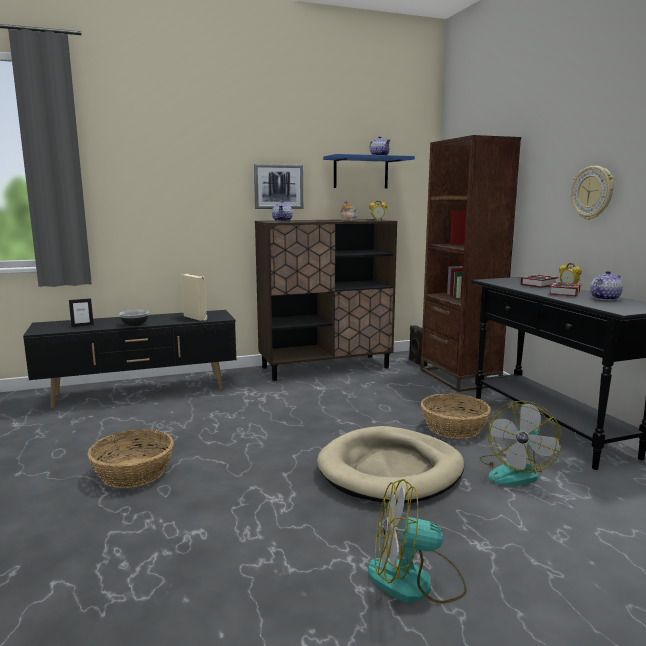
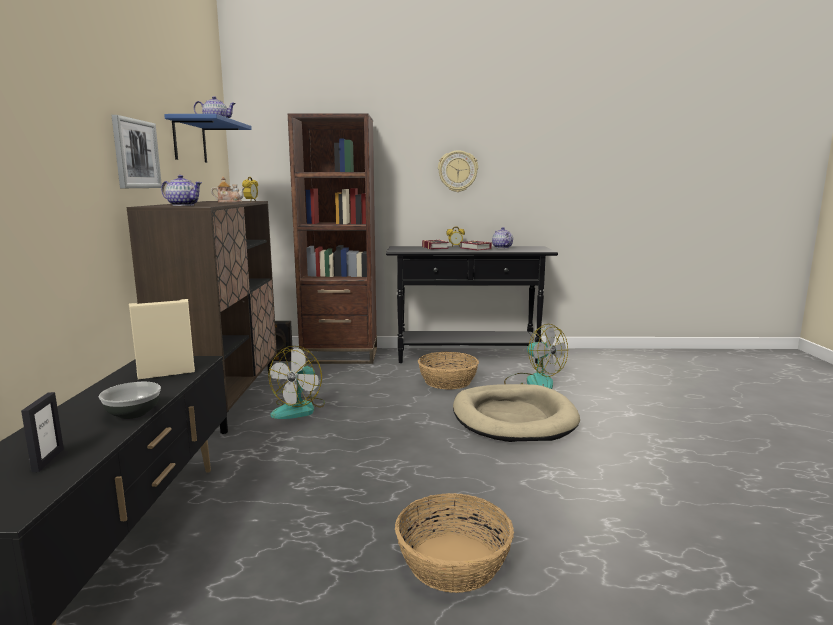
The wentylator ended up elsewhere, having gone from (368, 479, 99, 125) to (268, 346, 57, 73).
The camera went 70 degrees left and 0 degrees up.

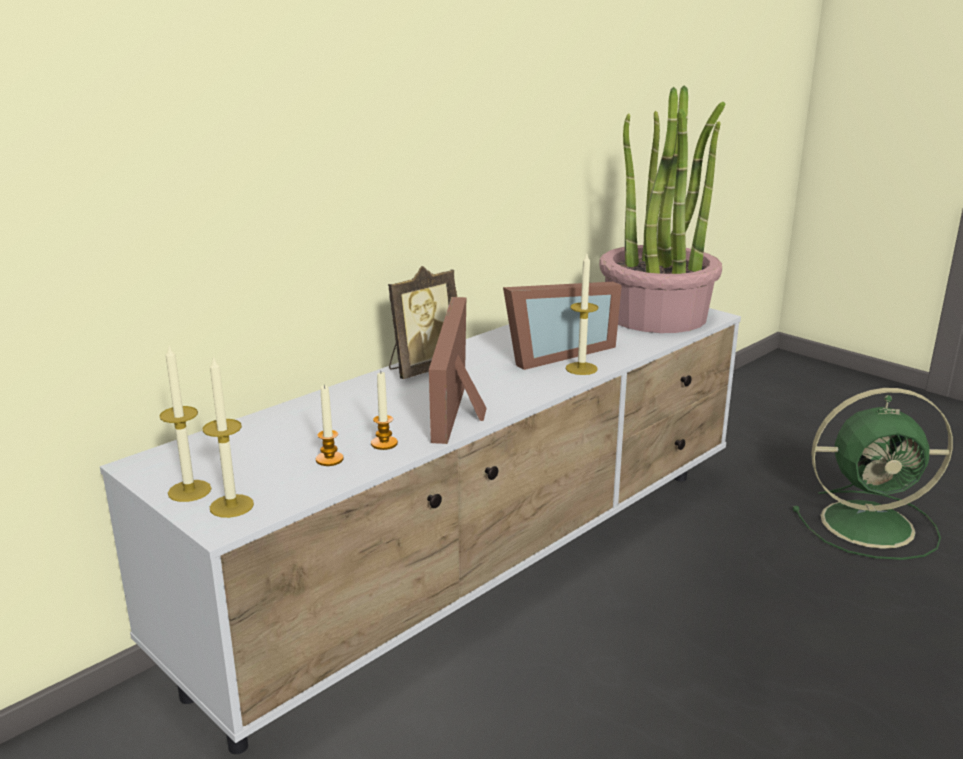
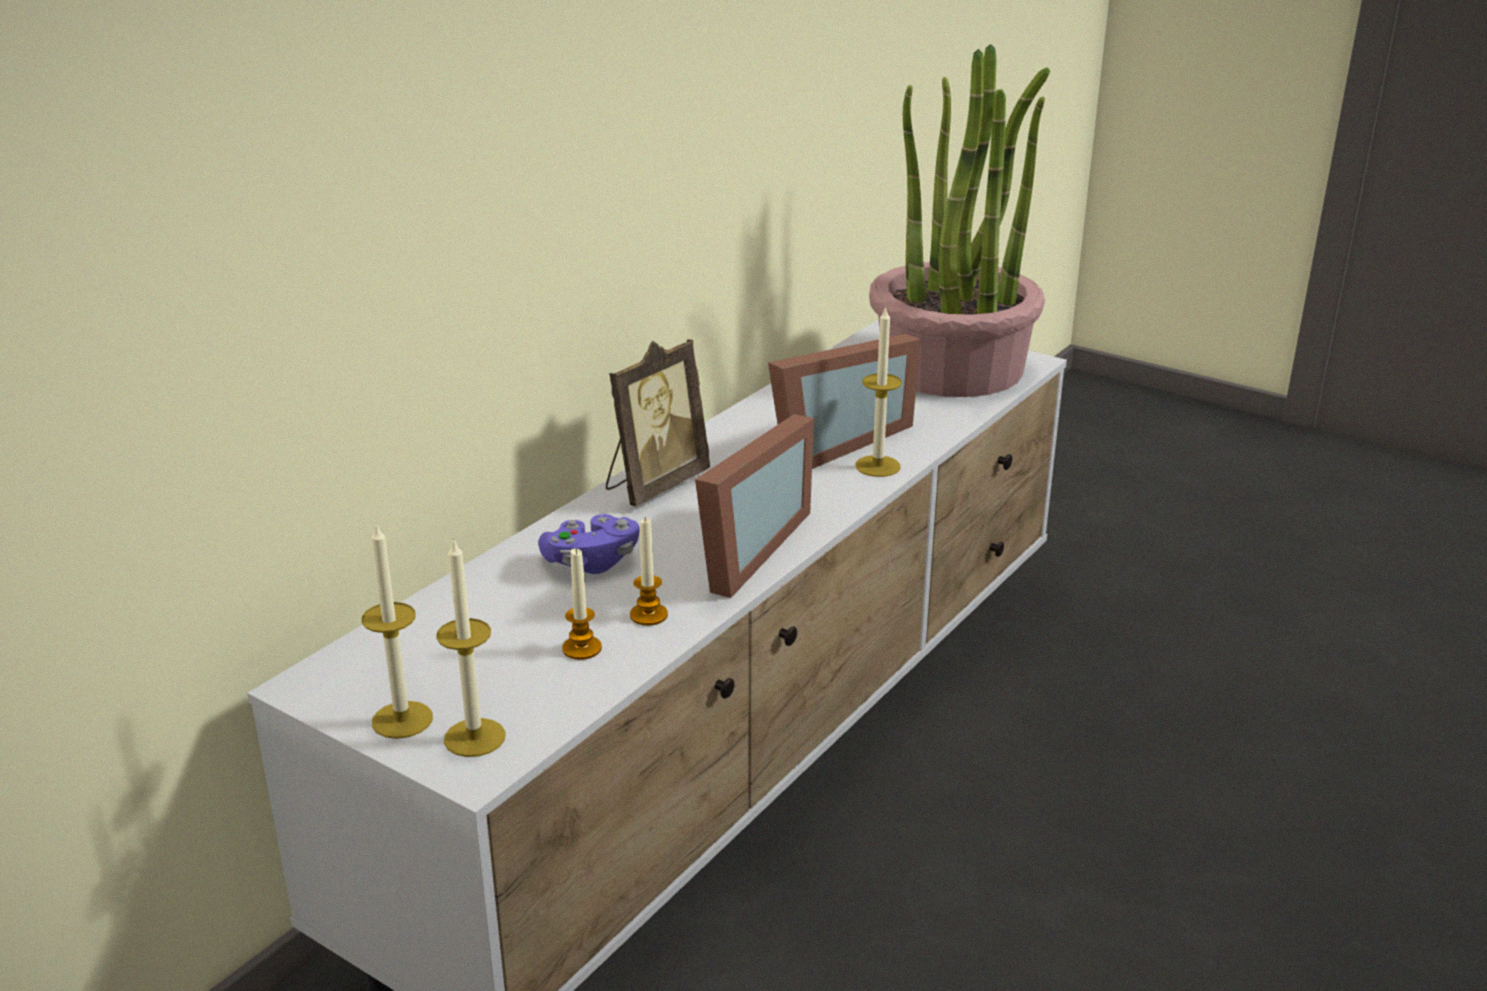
The second view gained the pad do gier/fioletowy at (538, 514, 101, 60).
The ramka na zdjęcie at (429, 297, 58, 147) ended up facing another way, 150 degrees counterclockwise from before.
The second view lost the wentylator/zielony at (793, 388, 160, 172).
The camera went 10 degrees left and 5 degrees up.

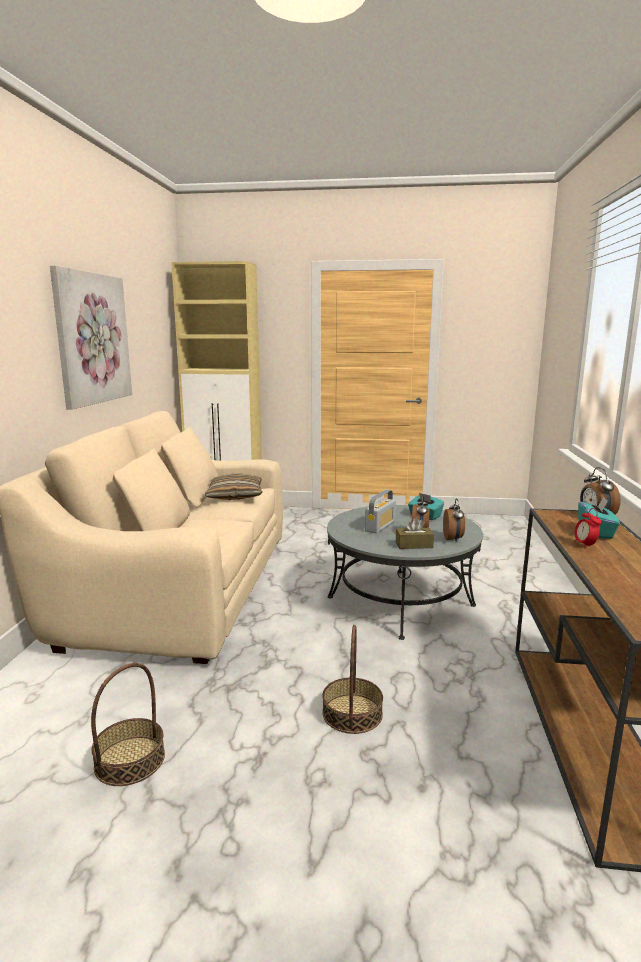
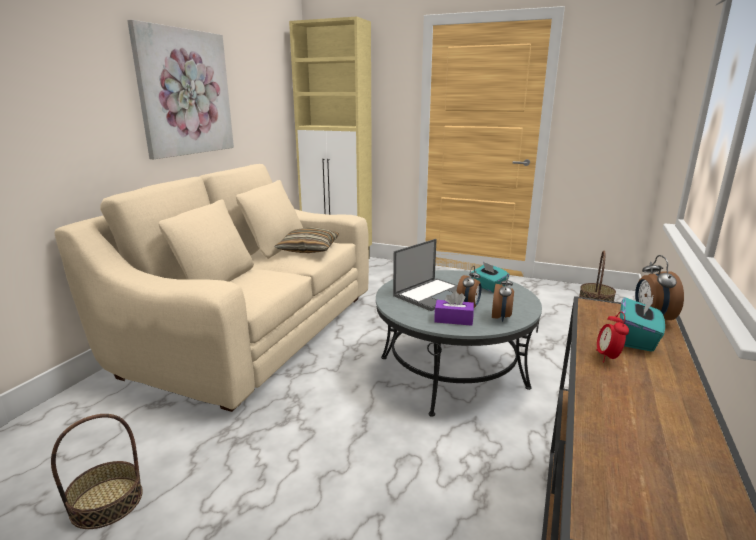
Where the radio stood at (365, 490, 31, 44), the laptop came to stand at (393, 239, 65, 72).
What was the pudełko chusteczek/brązowy at (396, 518, 38, 31) turned into the pudełko chusteczek/fioletowy at (434, 291, 40, 35).
The koszyk ended up elsewhere, having gone from (322, 625, 61, 109) to (579, 250, 37, 52).
The camera went 15 degrees right and 5 degrees up.

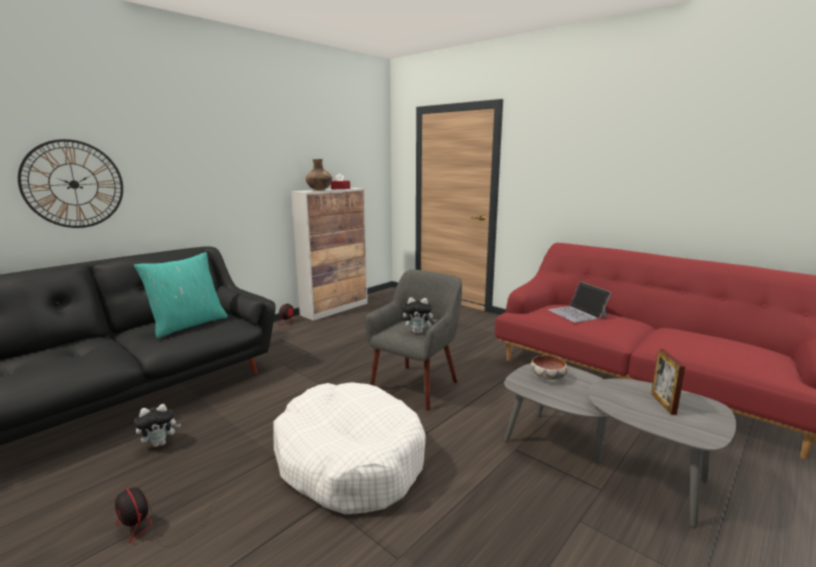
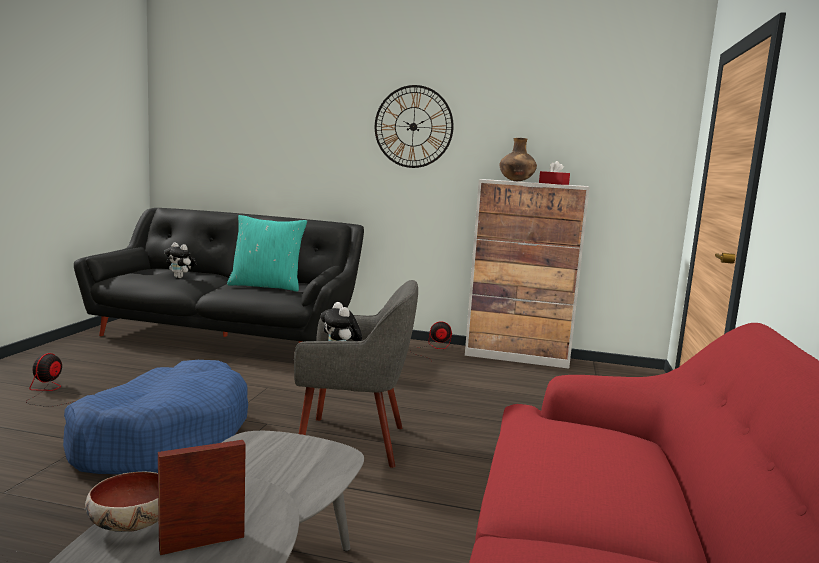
What was the legowisko/biały at (273, 382, 153, 133) turned into the legowisko/niebieski at (63, 360, 185, 114).
The miska ended up elsewhere, having gone from (531, 355, 37, 25) to (85, 472, 74, 60).
The pluszak ended up elsewhere, having gone from (135, 404, 46, 43) to (164, 242, 32, 36).
The zegar ścienny ended up elsewhere, having gone from (18, 139, 105, 89) to (375, 85, 79, 83).
The second view lost the laptop at (548, 281, 64, 42).
The camera went 60 degrees right and 5 degrees down.

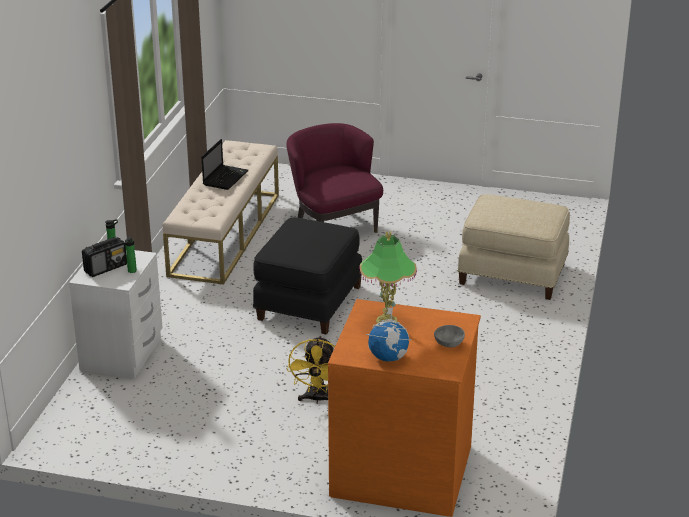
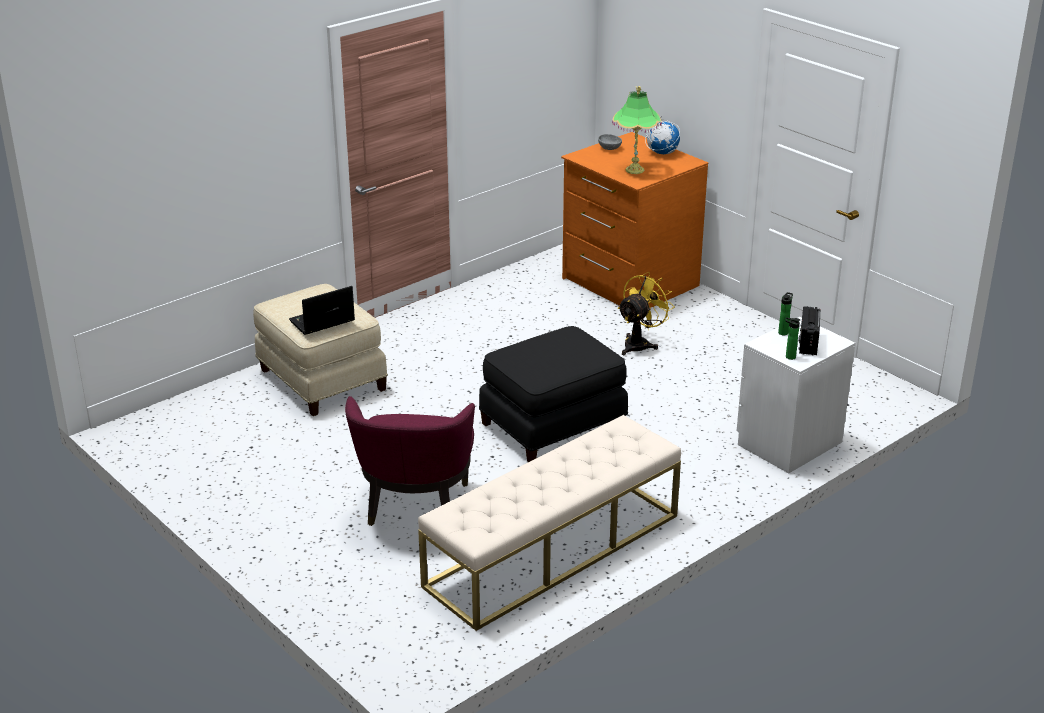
The laptop ended up elsewhere, having gone from (201, 139, 47, 51) to (289, 286, 66, 49).
The radio at (82, 237, 45, 40) ended up facing another way, 75 degrees counterclockwise from before.
The camera went 145 degrees left and 0 degrees up.

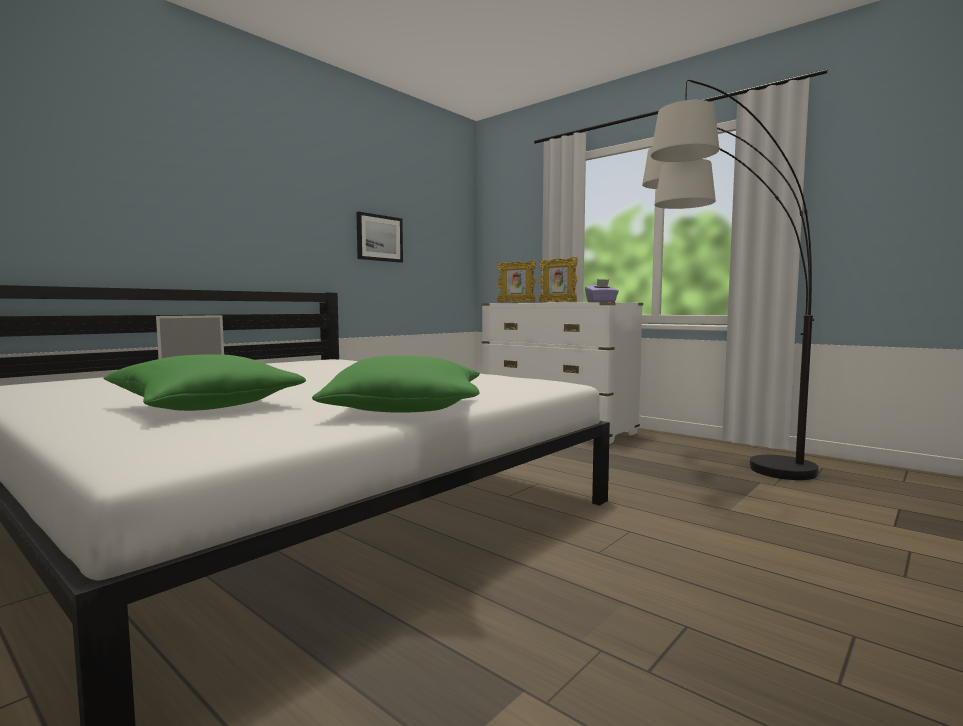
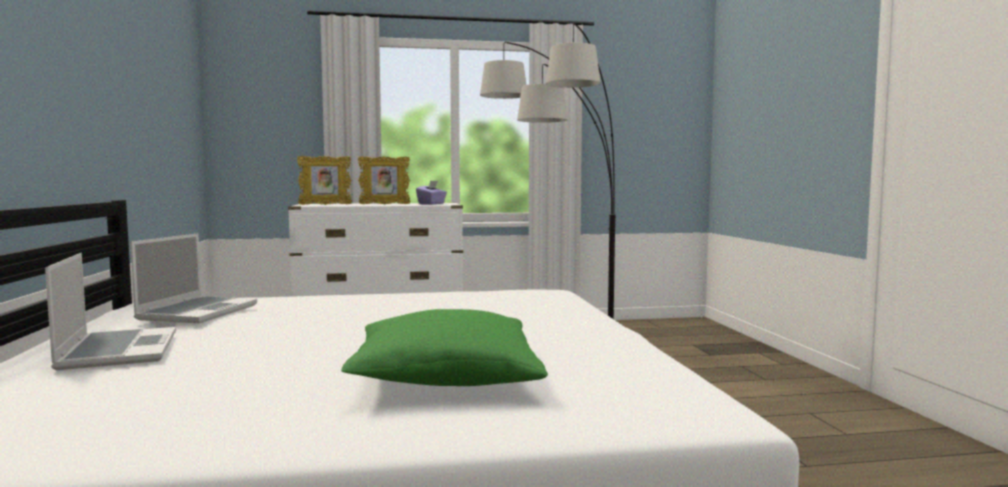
The second view gained the laptop at (130, 234, 127, 89).
The second view lost the poduszka/zielony at (312, 355, 168, 58).
The second view lost the obraz at (356, 212, 47, 51).
The camera went 50 degrees left and 0 degrees up.

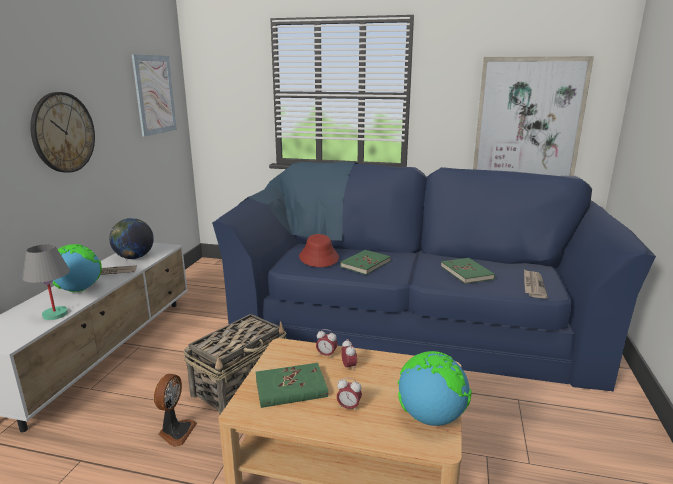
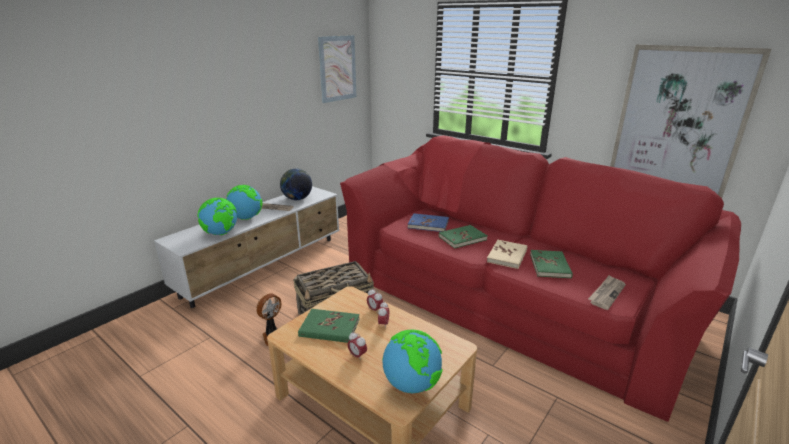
Where the lampa stołowa/szary stood at (22, 244, 48, 76), the globus came to stand at (198, 198, 39, 37).
What was the kanapa/niebieski at (212, 162, 444, 229) turned into the kanapa/czerwony at (340, 135, 401, 287).
Where the kapelusz/czerwony stood at (299, 234, 40, 33), the książka/niebieski came to stand at (408, 213, 41, 19).
The second view gained the książka/beżowy at (487, 240, 40, 29).
The second view lost the zegar ścienny at (30, 92, 65, 81).
The camera went 25 degrees right and 5 degrees up.

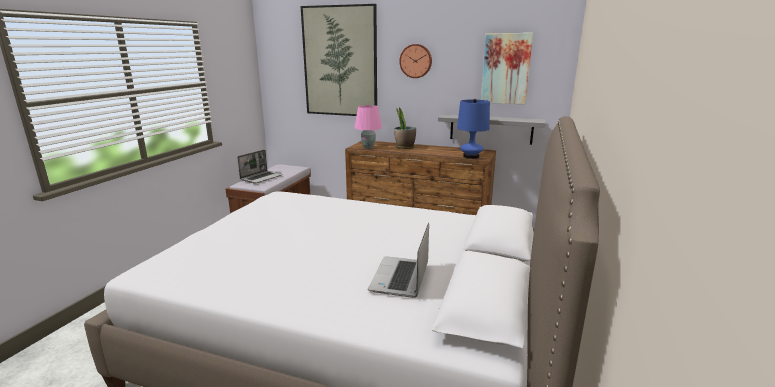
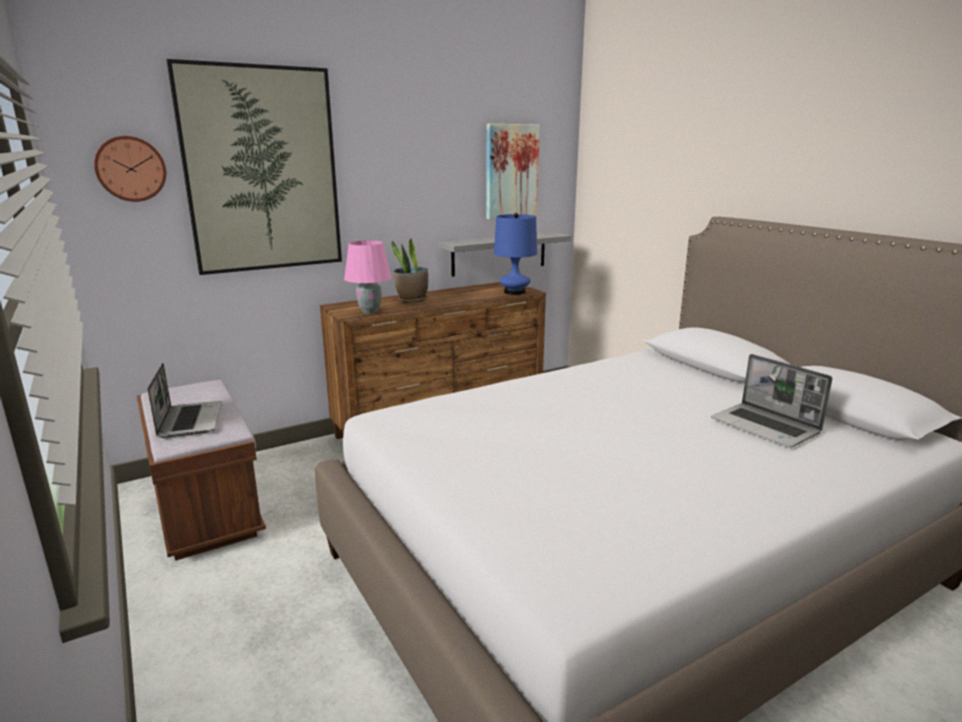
The zegar ścienny ended up elsewhere, having gone from (399, 44, 33, 34) to (94, 136, 72, 66).
The camera went 50 degrees left and 0 degrees up.

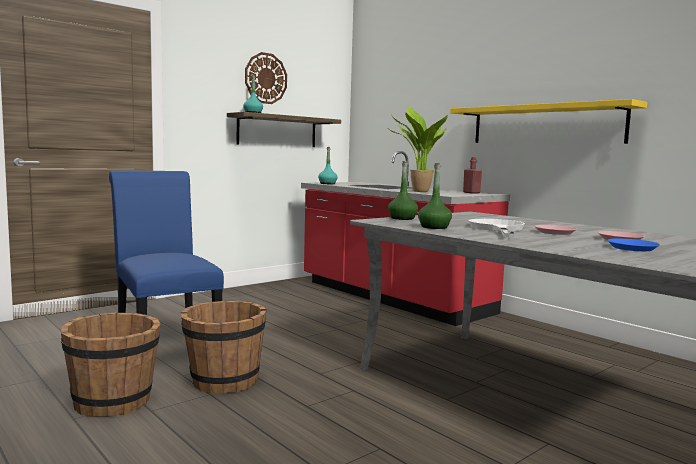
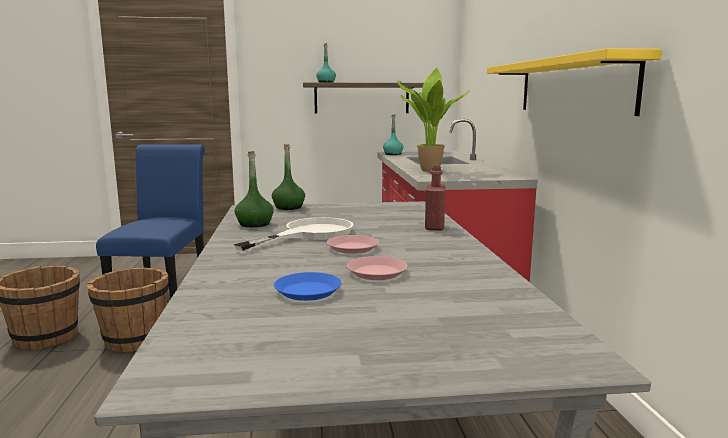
The butelka/czerwony ended up elsewhere, having gone from (463, 157, 19, 37) to (425, 165, 21, 65).
The second view lost the zegar ścienny at (245, 52, 42, 52).
The camera went 35 degrees right and 5 degrees up.

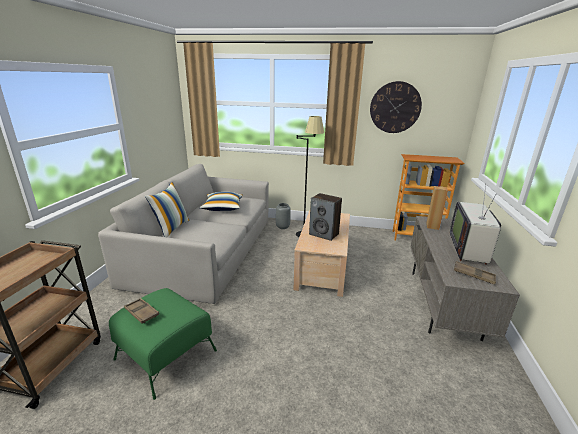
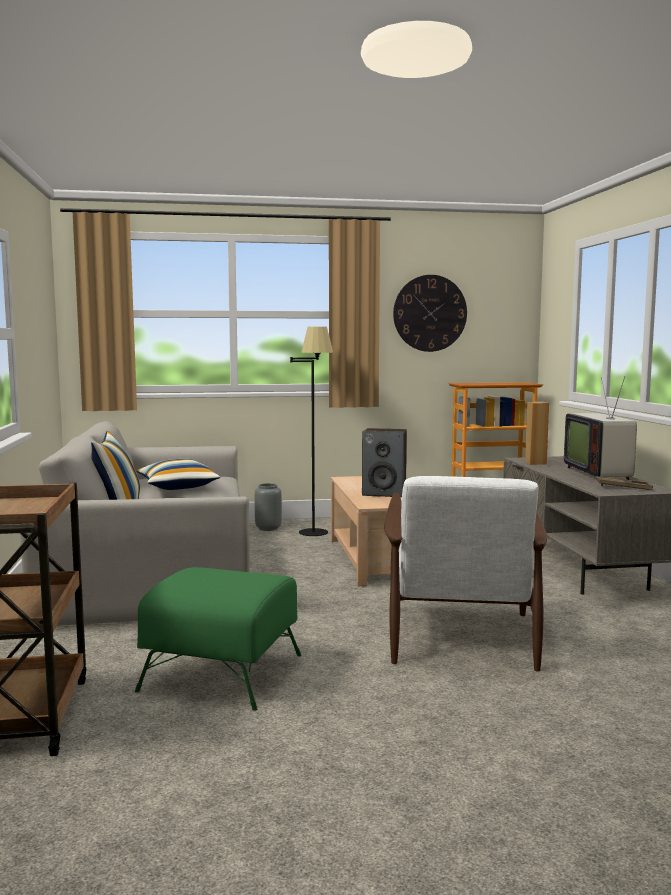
The second view gained the fotel/biały at (384, 476, 163, 196).
The second view lost the taca/brązowy at (124, 298, 35, 26).
The camera went 20 degrees left and 15 degrees down.

